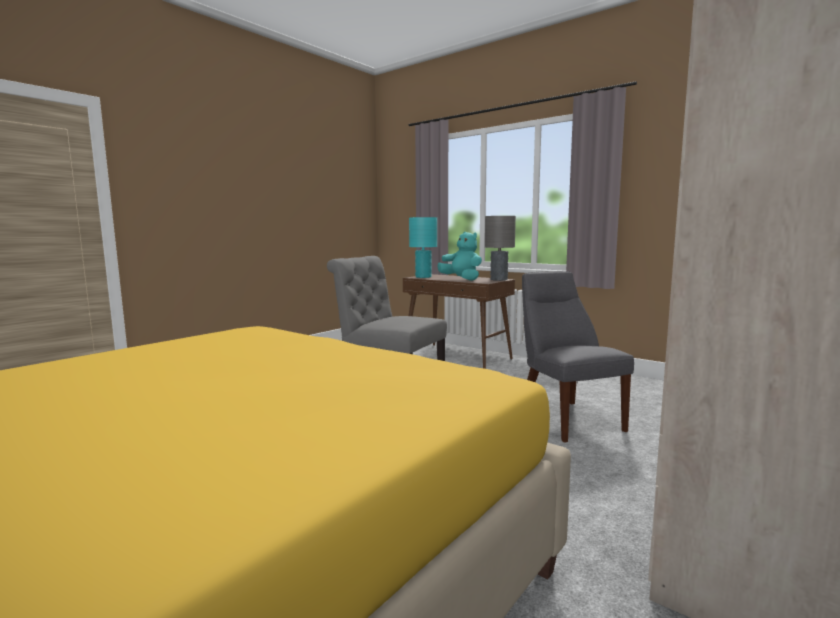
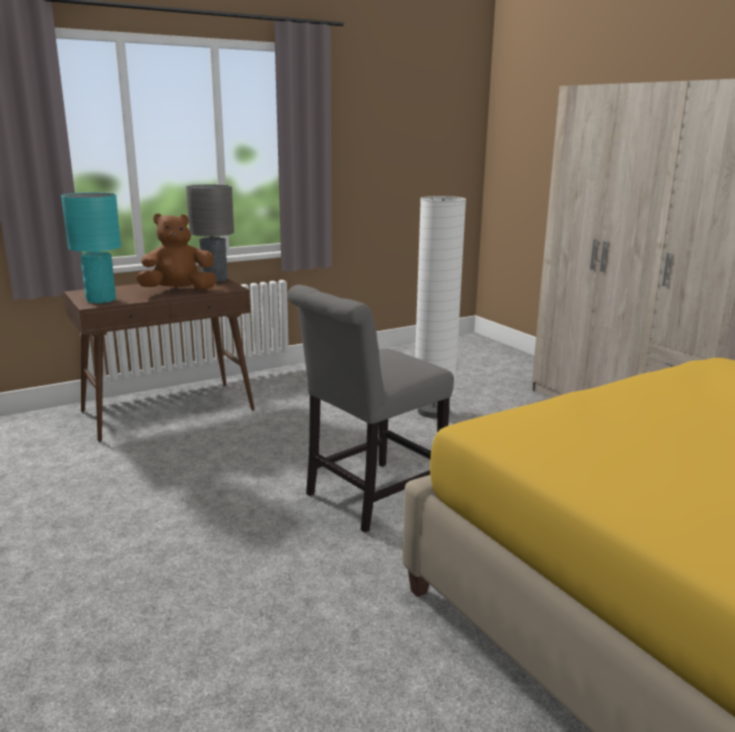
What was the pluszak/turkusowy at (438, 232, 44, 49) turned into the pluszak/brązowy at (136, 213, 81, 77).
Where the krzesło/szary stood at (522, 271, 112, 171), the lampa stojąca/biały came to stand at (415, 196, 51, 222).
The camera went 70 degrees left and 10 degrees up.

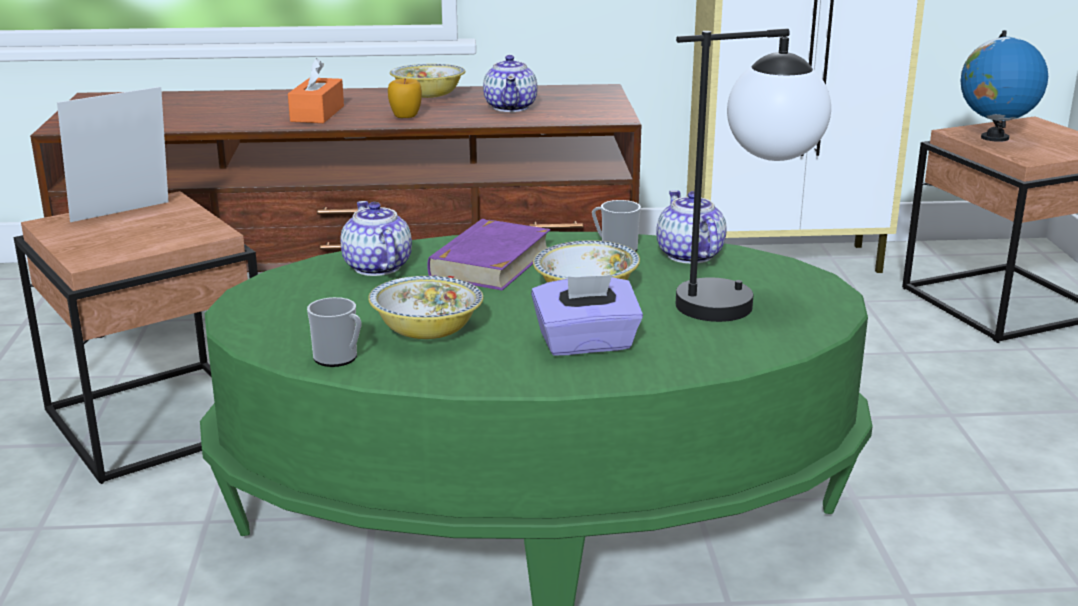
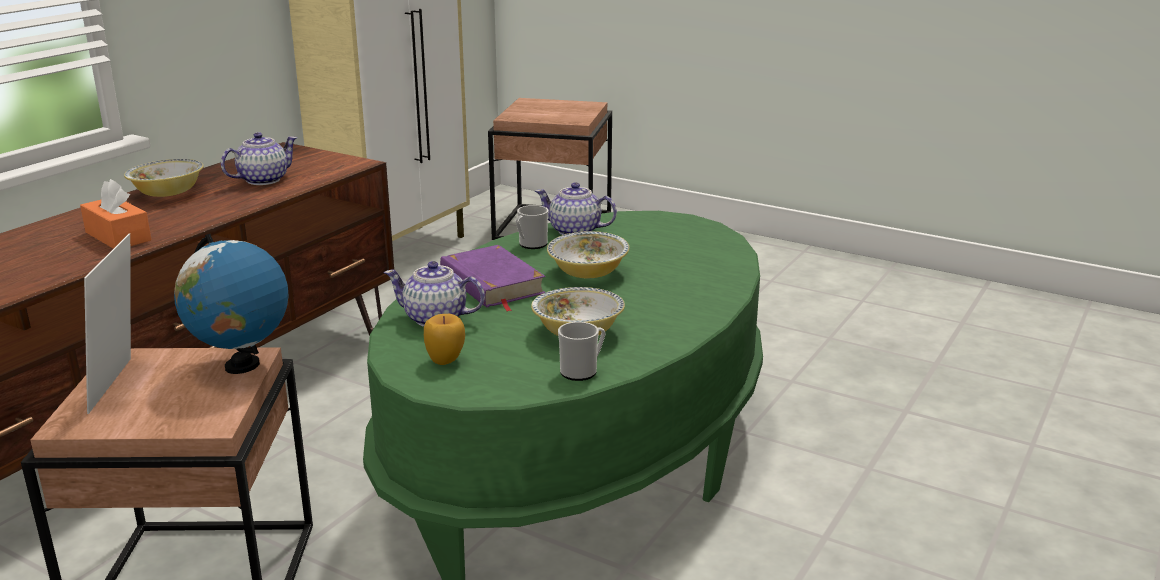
The globus ended up elsewhere, having gone from (961, 30, 87, 112) to (174, 234, 115, 140).
The imbryk at (483, 55, 55, 57) ended up facing another way, 75 degrees counterclockwise from before.
The jabłko ended up elsewhere, having gone from (388, 79, 34, 39) to (424, 314, 41, 51).
The second view lost the pudełko chusteczek/fioletowy at (531, 275, 112, 81).
The second view lost the lampa stołowa at (676, 28, 155, 294).
The camera went 55 degrees left and 0 degrees up.

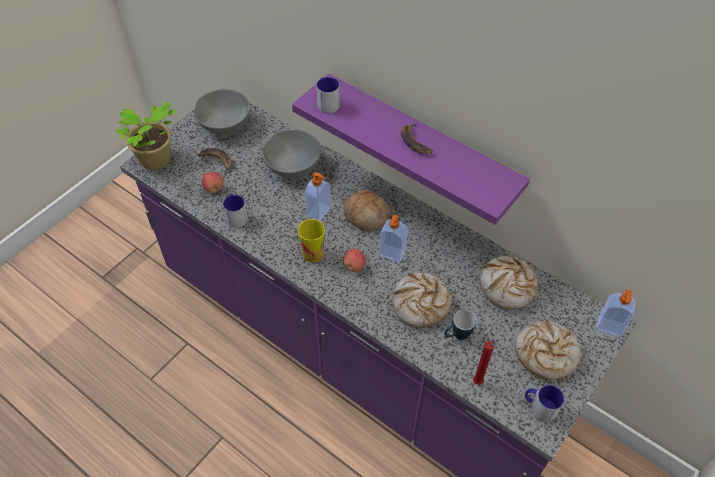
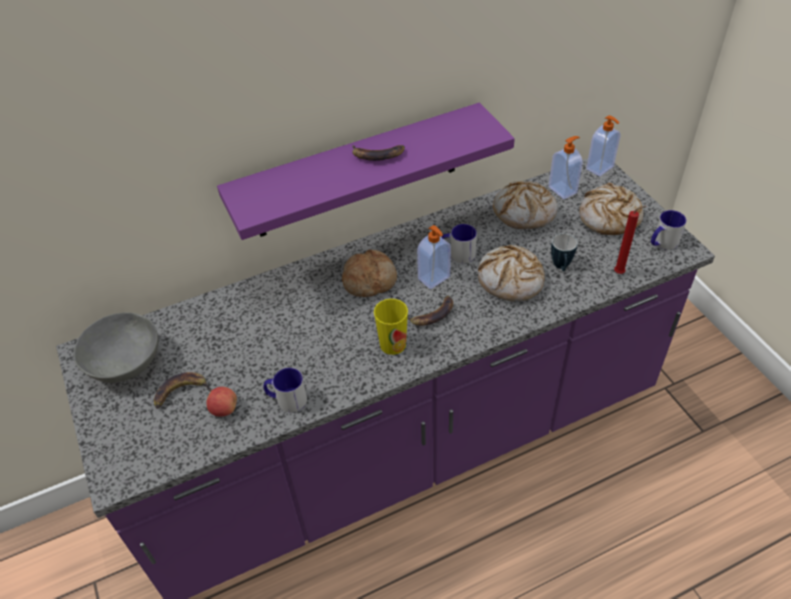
Where the jabłko stood at (343, 249, 23, 23), the banan came to stand at (407, 295, 46, 31).
The kubek ended up elsewhere, having gone from (317, 77, 23, 36) to (441, 224, 36, 39).
The dozownik mydła ended up elsewhere, having gone from (305, 172, 26, 49) to (549, 136, 34, 63).
The second view lost the roślina doniczkowa at (115, 101, 62, 69).
The second view lost the miska/szary at (262, 130, 59, 48).
The camera went 60 degrees left and 5 degrees down.

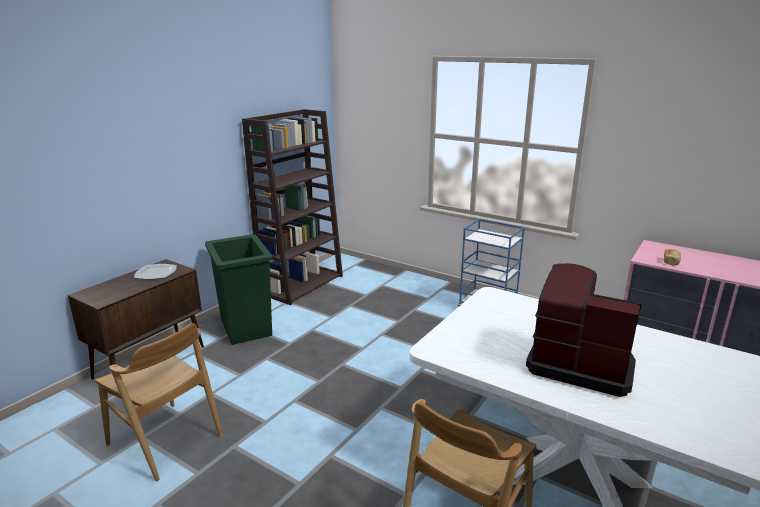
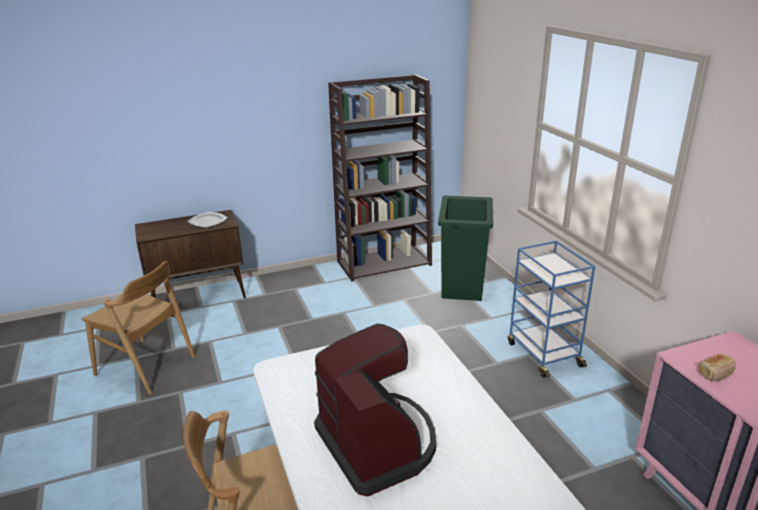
The krzesło/brązowy at (95, 323, 128, 158) ended up facing another way, 45 degrees counterclockwise from before.
The kosz na śmieci/zielony ended up elsewhere, having gone from (205, 234, 68, 111) to (438, 196, 55, 105).
The camera went 35 degrees right and 5 degrees up.

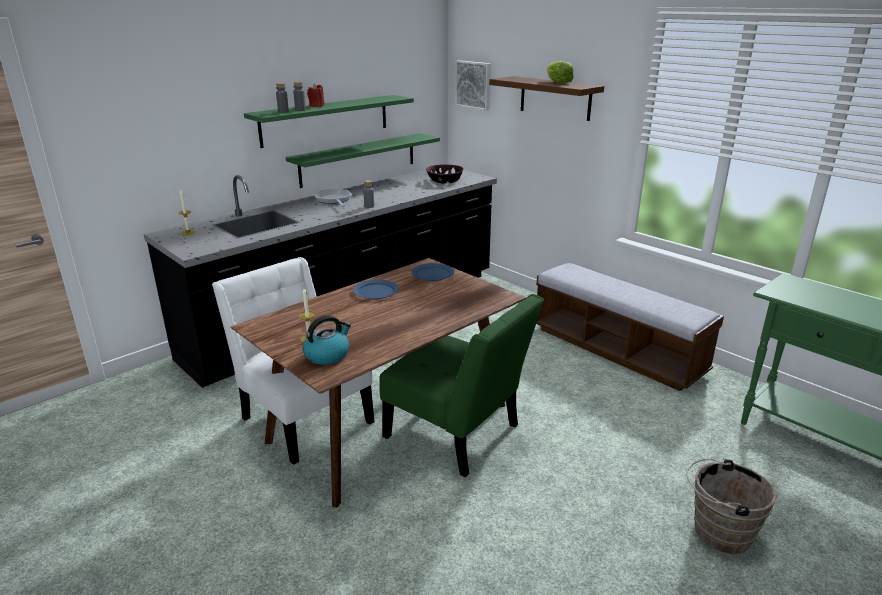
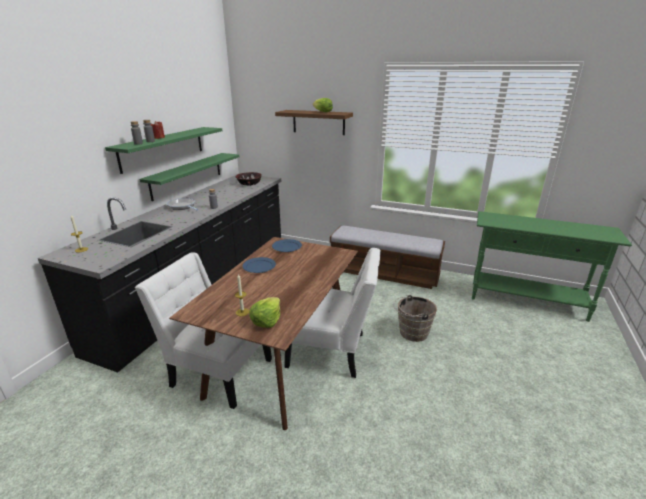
Where the czajnik stood at (303, 315, 48, 50), the sałata came to stand at (249, 297, 31, 31).
What was the krzesło/zielony at (379, 294, 165, 183) turned into the krzesło/biały at (284, 248, 97, 130).
The wiadro/brązowy ended up elsewhere, having gone from (686, 458, 91, 96) to (393, 295, 44, 47).
The second view lost the obraz at (455, 60, 36, 51).
The camera went 25 degrees left and 0 degrees up.

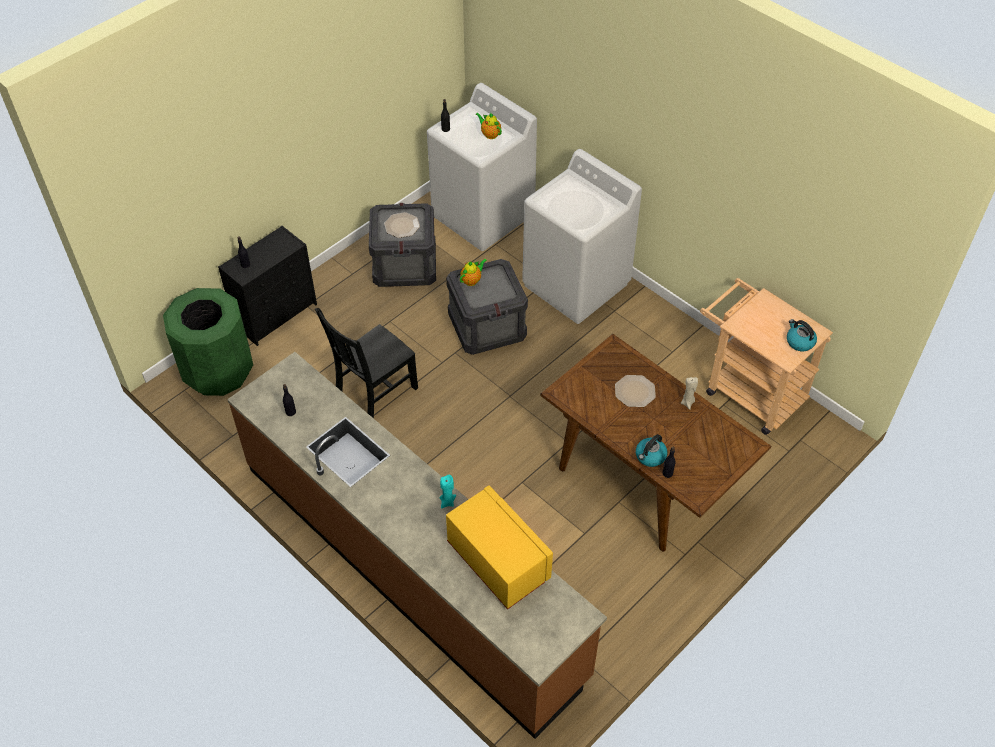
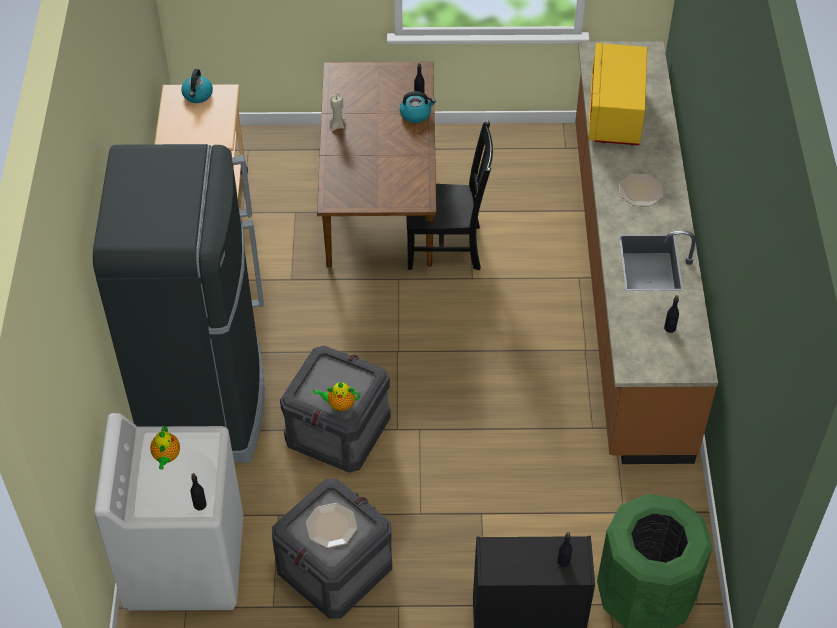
Where the pralka/biały stood at (522, 149, 120, 175), the lodówka/czarny came to stand at (93, 144, 172, 319).
The krzesło/czarny ended up elsewhere, having gone from (315, 308, 103, 110) to (406, 120, 87, 150).
The talerz ended up elsewhere, having gone from (615, 375, 41, 32) to (619, 174, 44, 32).
The second view lost the świeca/turkusowy at (440, 475, 16, 33).
The camera went 135 degrees left and 0 degrees up.

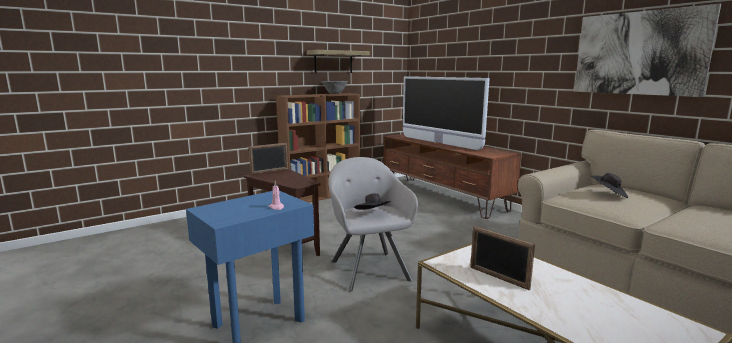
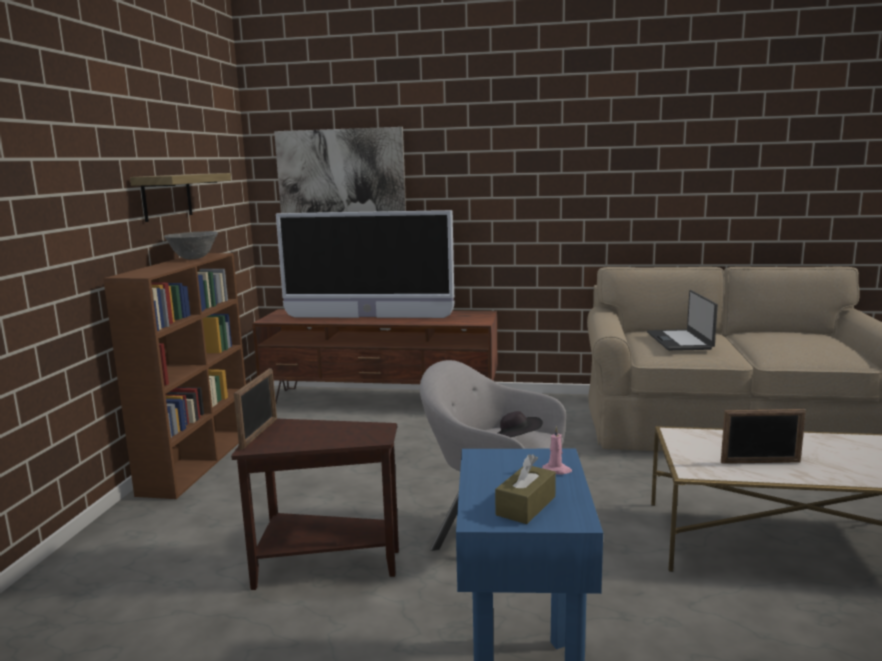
The obraz ended up elsewhere, having gone from (574, 4, 147, 93) to (274, 127, 132, 86).
The second view gained the pudełko chusteczek/brązowy at (495, 454, 61, 70).
Where the kapelusz/czarny stood at (591, 173, 37, 25), the laptop came to stand at (647, 290, 71, 61).
The camera went 45 degrees left and 0 degrees up.

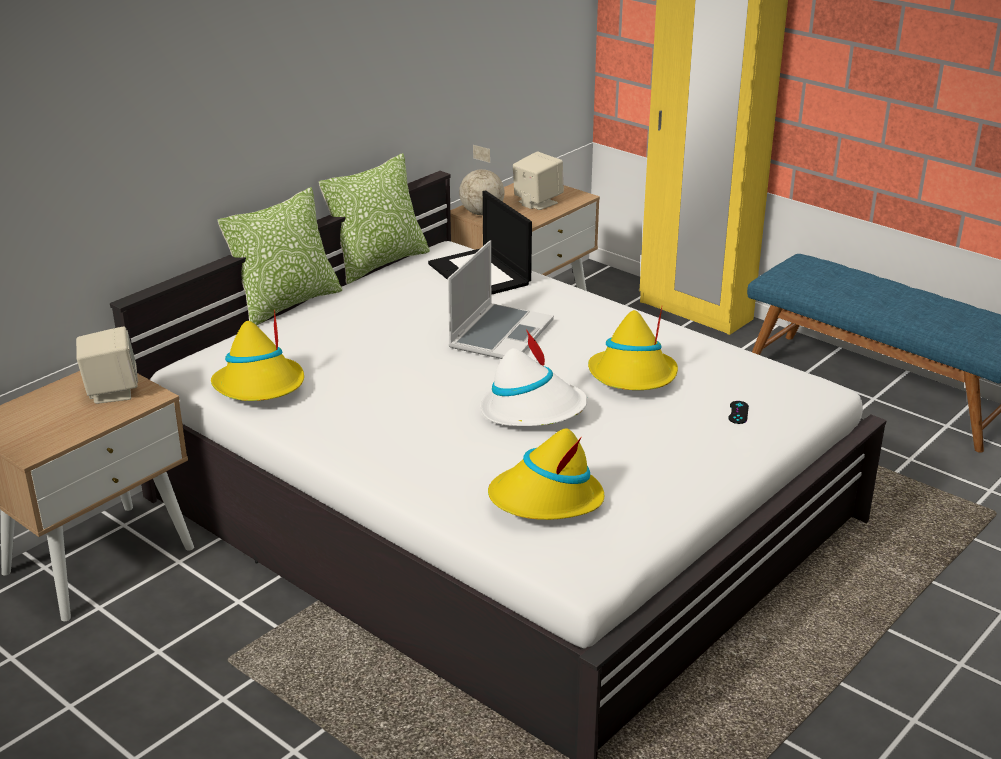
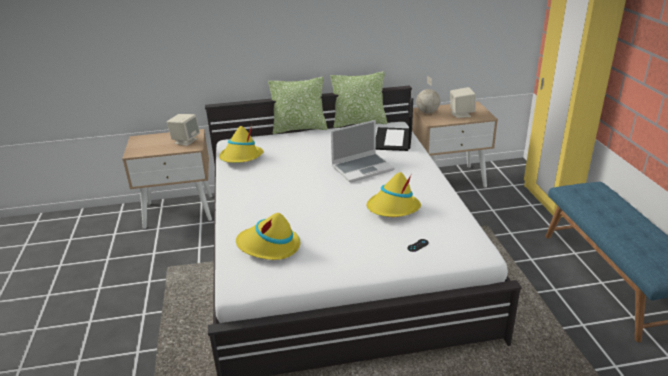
The second view lost the kapelusz/biały at (480, 329, 108, 97).
The camera went 40 degrees right and 0 degrees up.

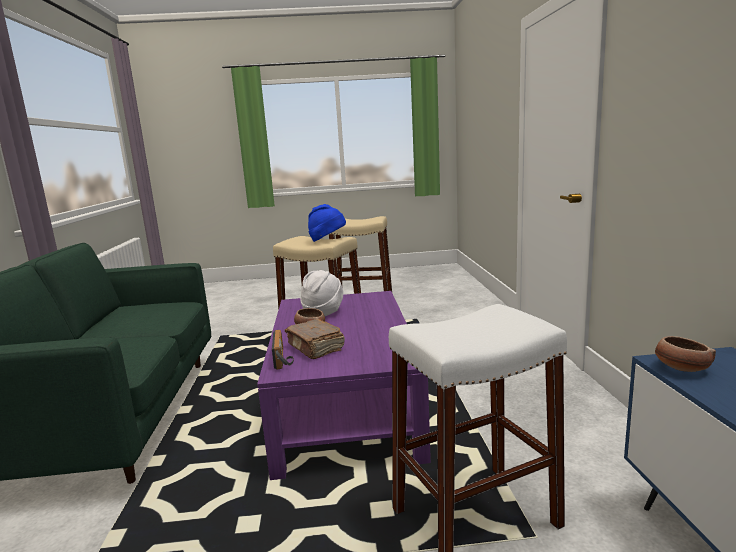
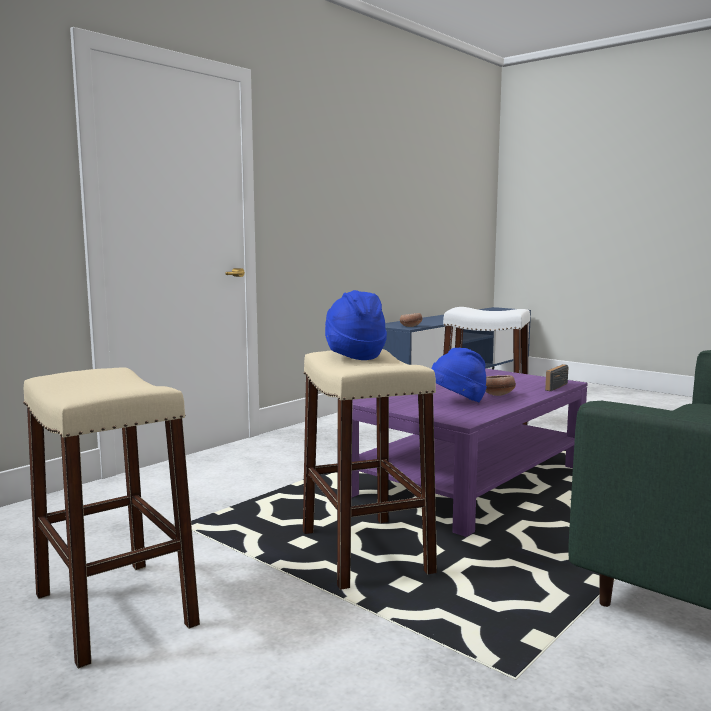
What was the kapelusz/biały at (301, 270, 42, 46) turned into the kapelusz/niebieski at (431, 348, 56, 54).
The second view lost the książka/brązowy at (285, 319, 60, 40).
The camera went 135 degrees left and 5 degrees down.

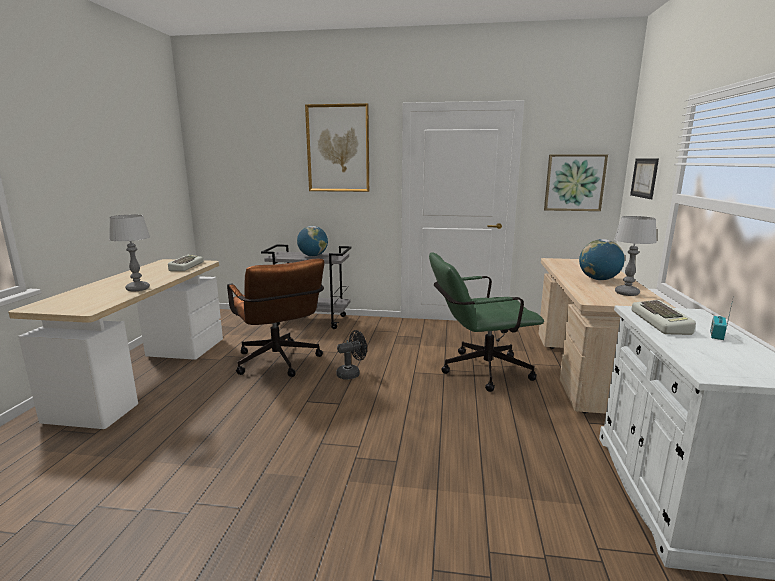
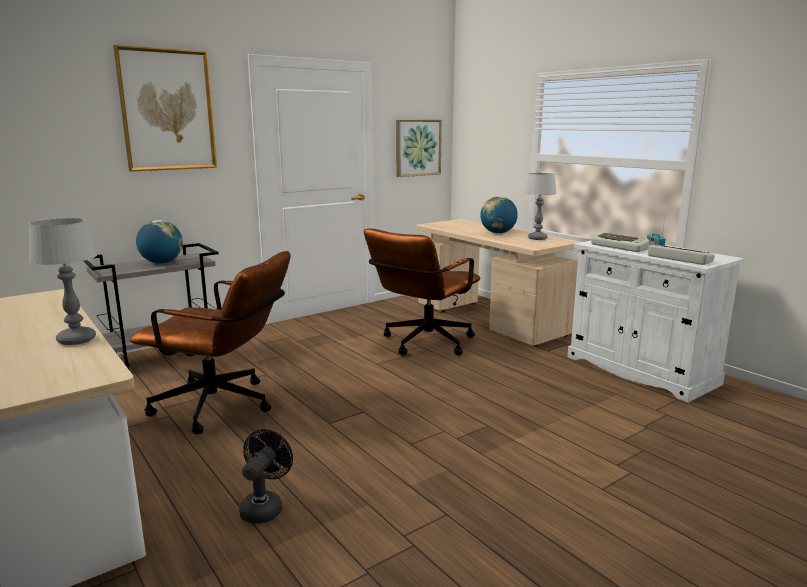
The wentylator/czarny ended up elsewhere, having gone from (336, 330, 31, 50) to (239, 429, 54, 95).
What was the krzesło biurowe/zielony at (429, 252, 115, 140) turned into the krzesło biurowe/brązowy at (364, 229, 116, 127).
The klawiatura ended up elsewhere, having gone from (168, 255, 35, 16) to (648, 245, 67, 20).
The second view lost the obraz at (630, 158, 29, 41).
The camera went 45 degrees left and 0 degrees up.

